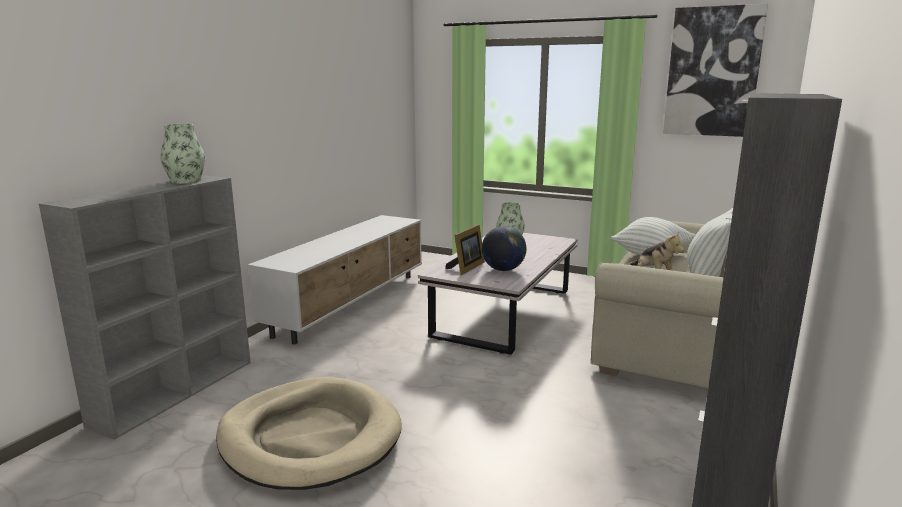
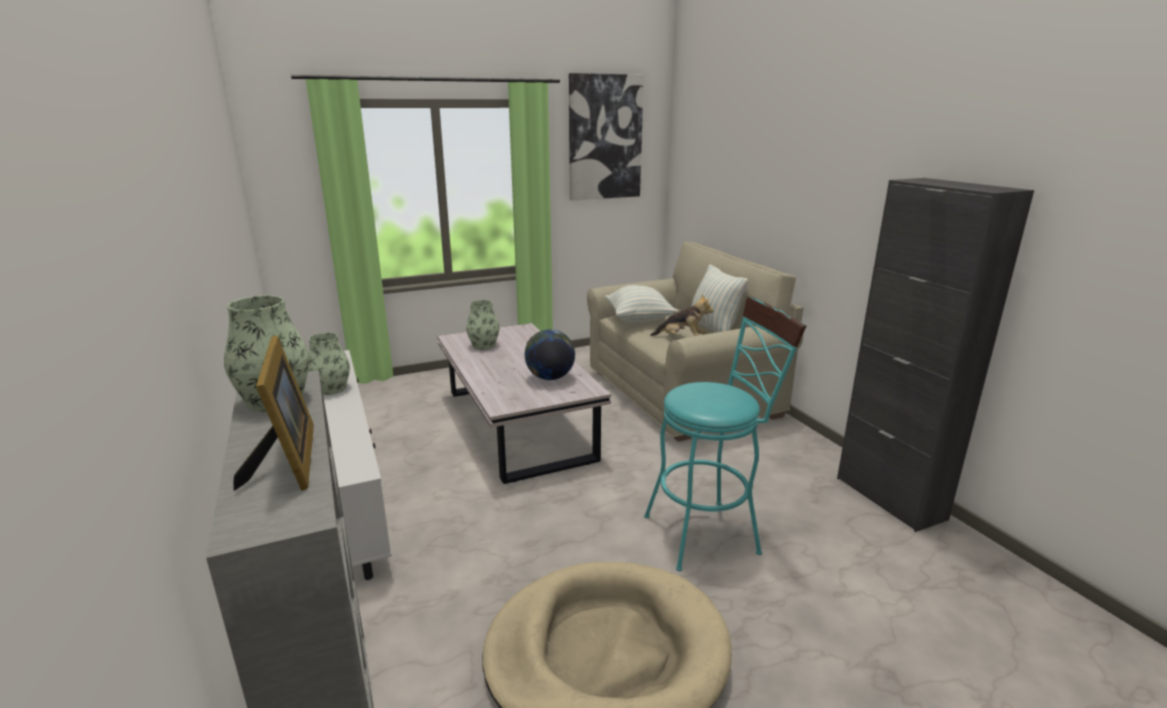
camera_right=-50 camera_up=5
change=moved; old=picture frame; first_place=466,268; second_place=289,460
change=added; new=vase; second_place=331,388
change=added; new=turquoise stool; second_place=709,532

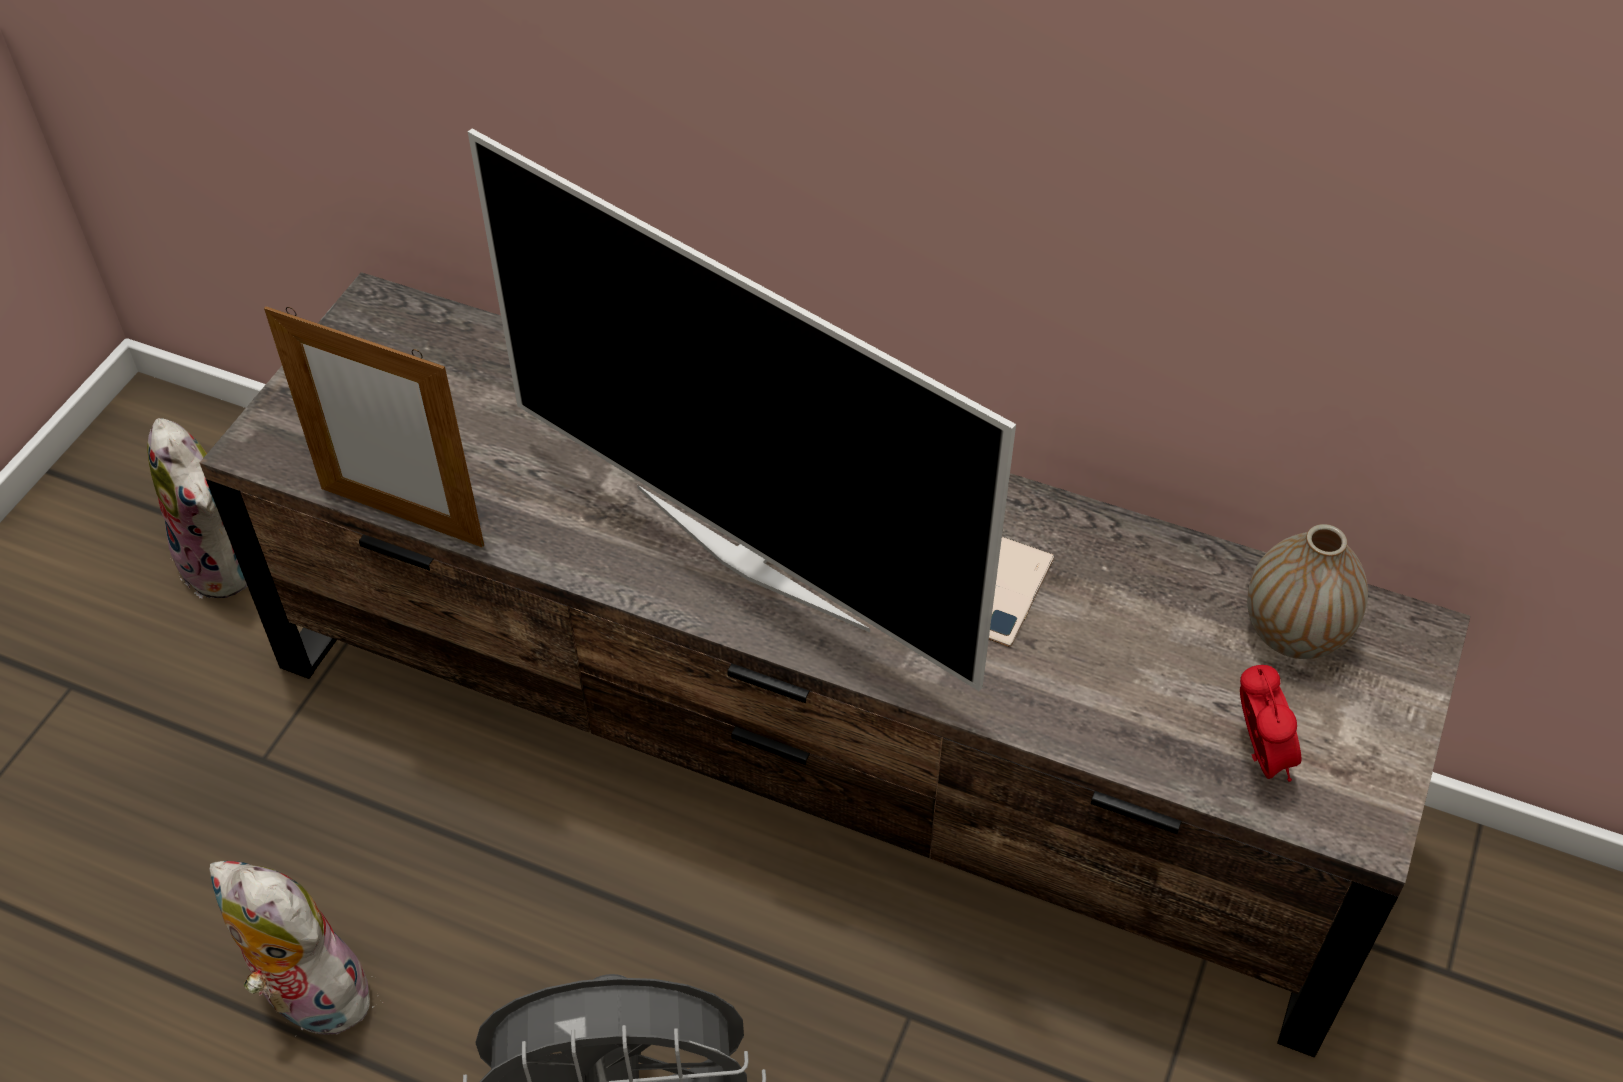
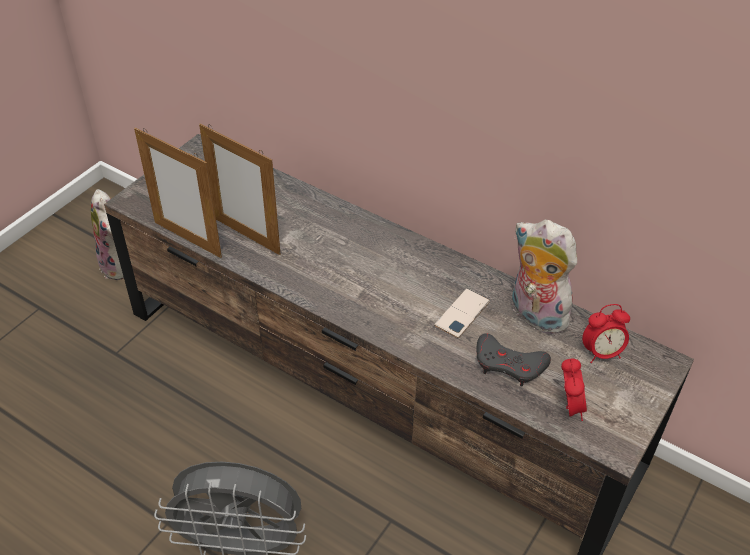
camera_right=10 camera_up=-5
change=added; new=picture frame; second_place=246,235
change=added; new=grey game controller; second_place=509,364
change=moved; old=plush toy; first_place=307,995; second_place=534,315
change=replaced; old=vase; new=alarm clock; first_place=1294,633; second_place=601,353
change=removed; old=television; first_place=753,554

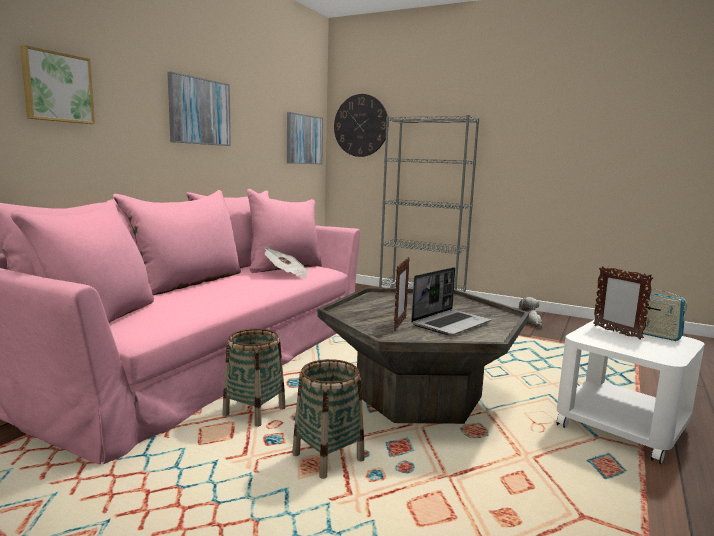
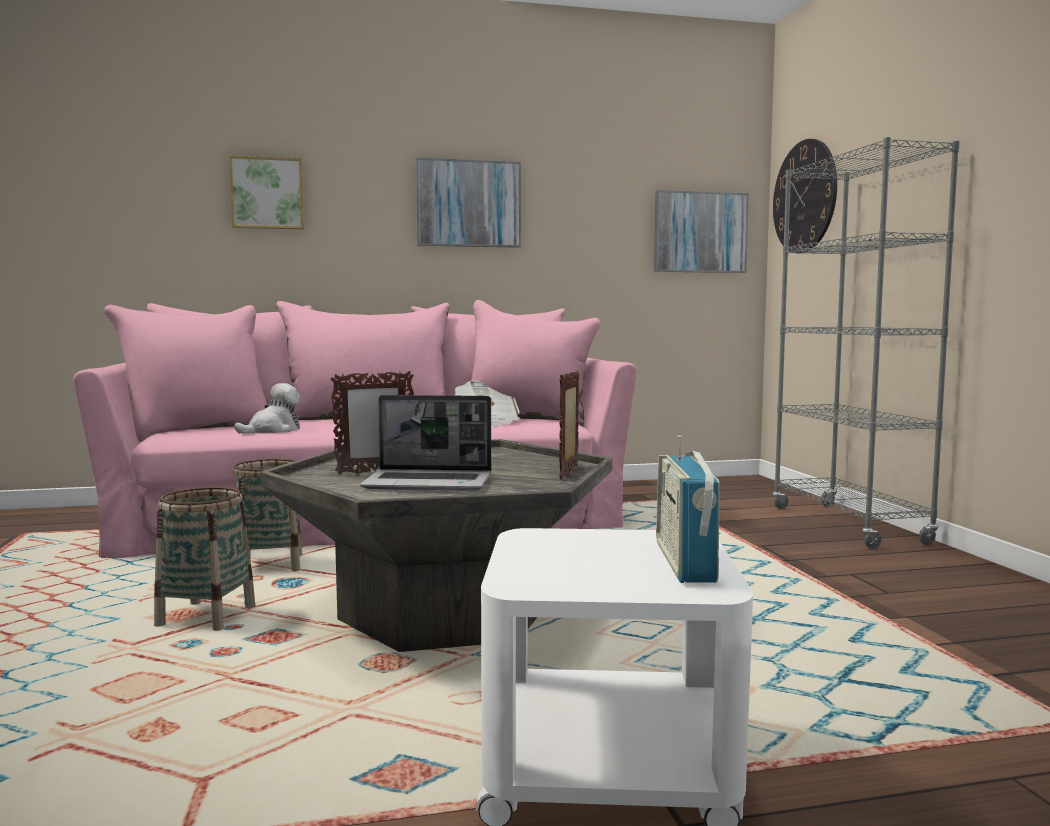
camera_right=50 camera_up=-5
change=moved; old=plush toy; first_place=530,322; second_place=273,430
change=moved; old=picture frame; first_place=616,332; second_place=569,472

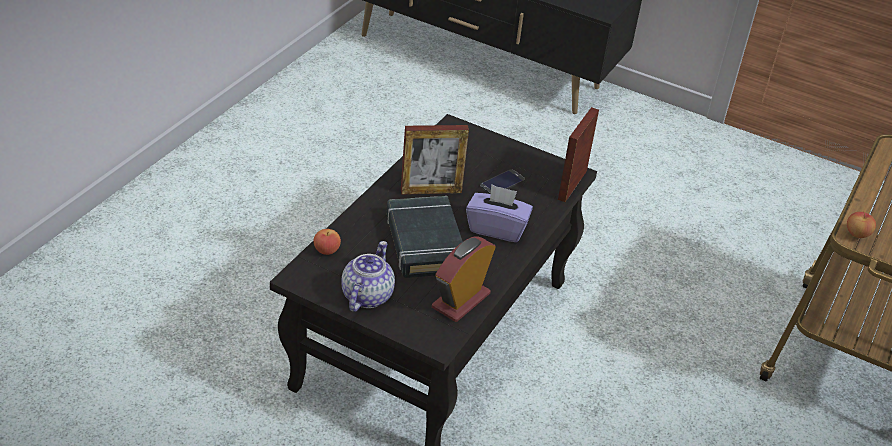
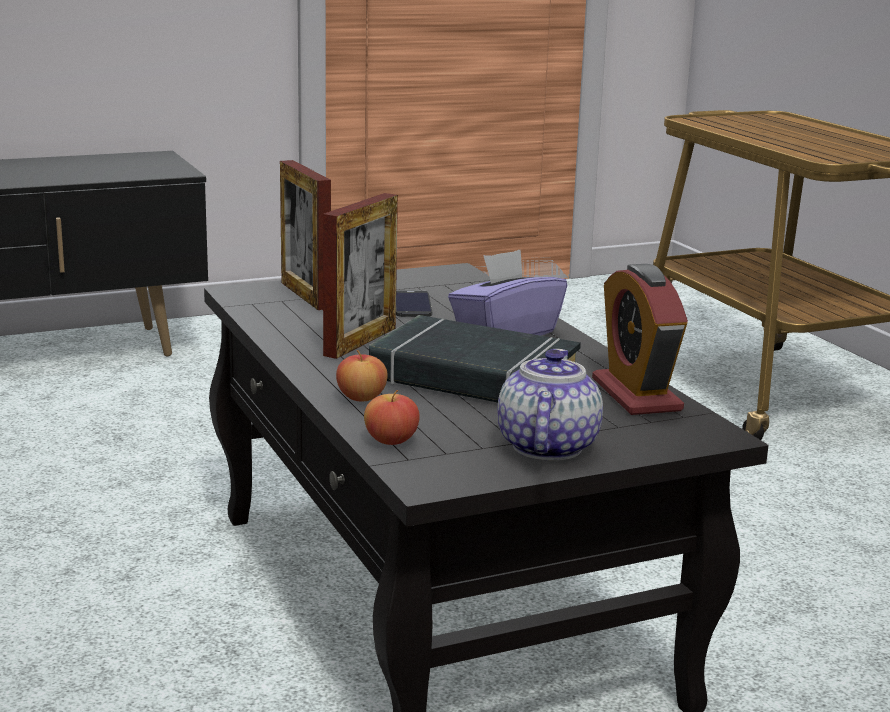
camera_right=-50 camera_up=-20
change=moved; old=picture frame; first_place=572,185; second_place=305,295
change=moved; old=apple; first_place=857,234; second_place=361,397
change=turned; old=teapot; first_place=366,295; second_place=546,446; degrees=45

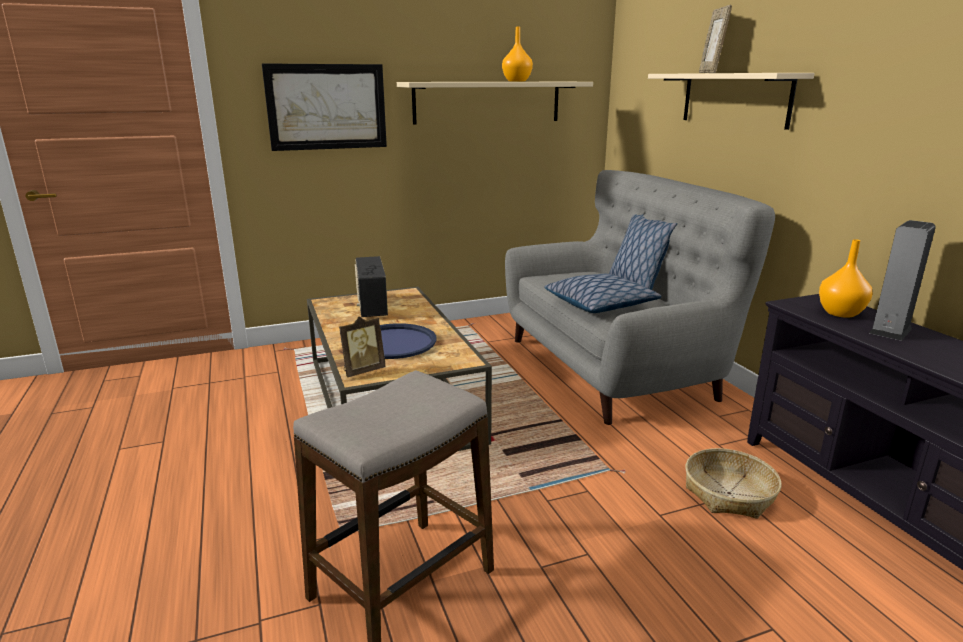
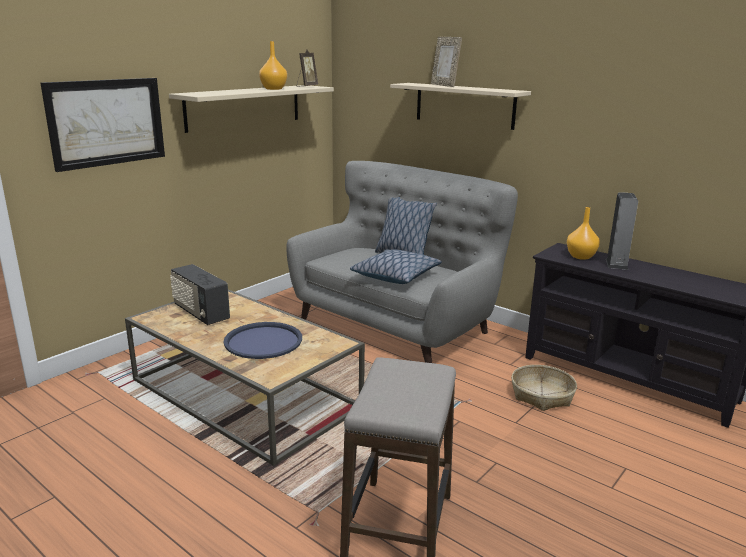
camera_right=-30 camera_up=0
change=moved; old=picture frame; first_place=362,371; second_place=306,86

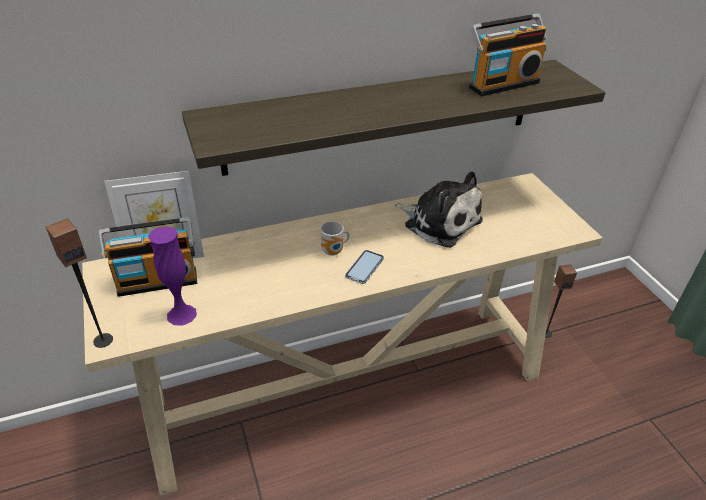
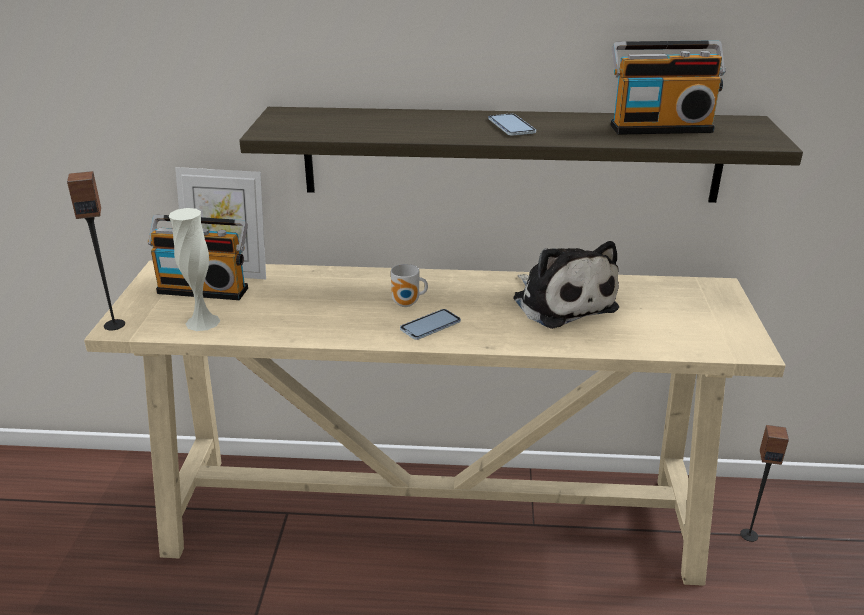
camera_right=25 camera_up=-10
change=recoloured; old=purple vase; new=white vase; first_place=181,314; second_place=202,322
change=added; new=phone; second_place=511,126

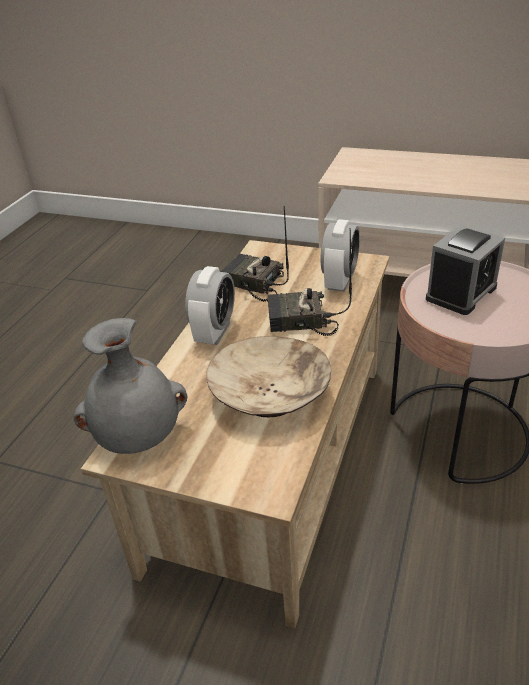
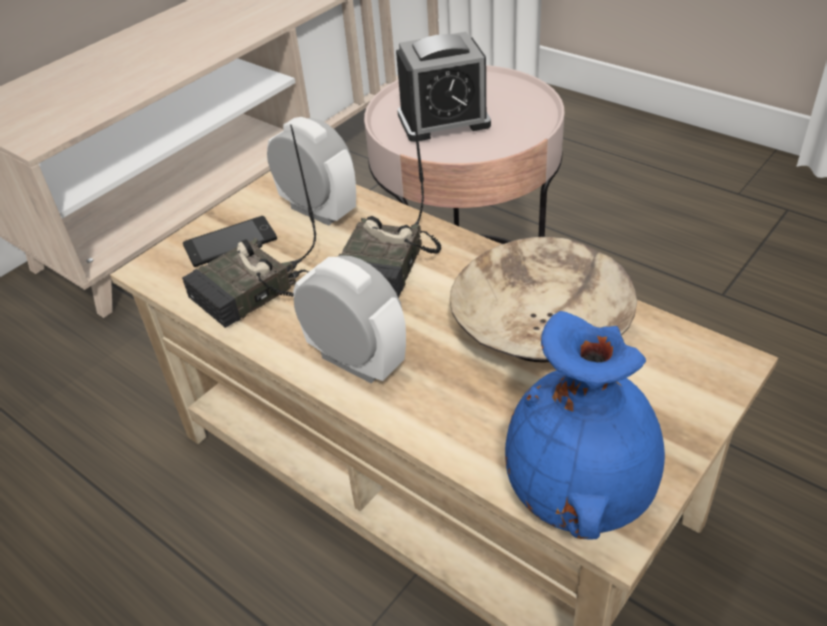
camera_right=-70 camera_up=5
change=added; new=phone; second_place=230,242
change=turned; old=alarm clock; first_place=461,293; second_place=443,120; degrees=105
change=recoloured; old=grey vase; new=blue vase; first_place=139,438; second_place=581,493

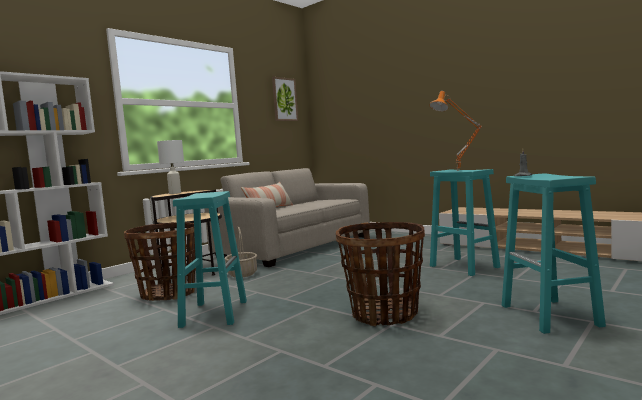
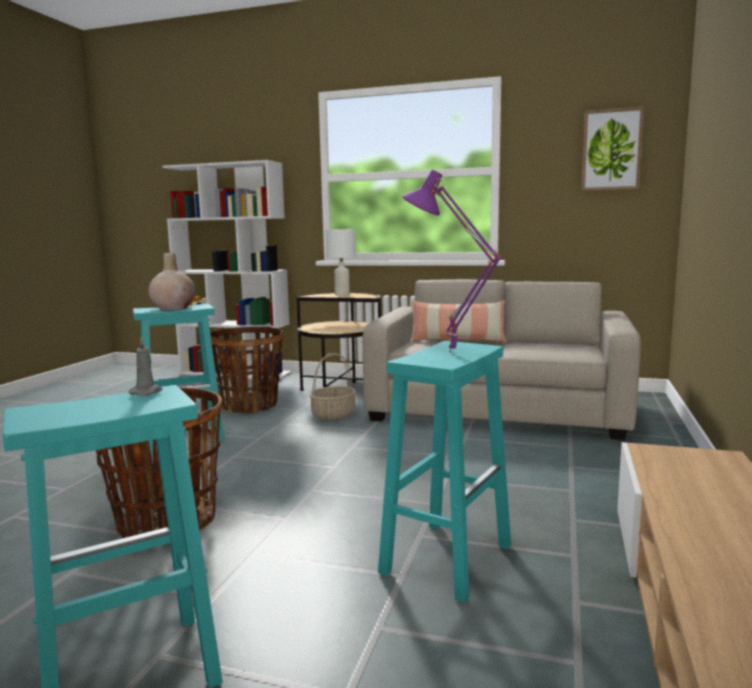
camera_right=65 camera_up=5
change=added; new=beige vase; second_place=173,308
change=recoloured; old=orange table lamp; new=purple table lamp; first_place=459,170; second_place=449,353

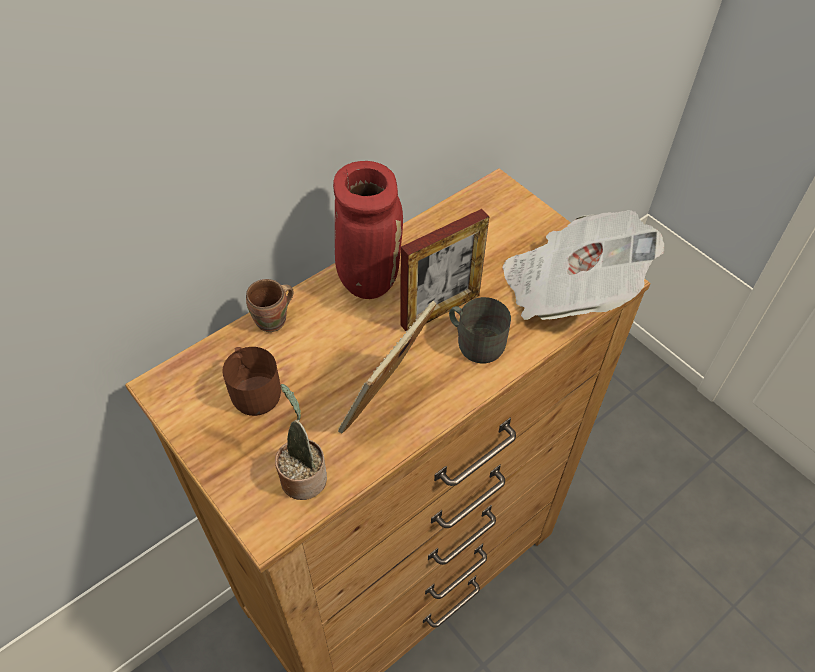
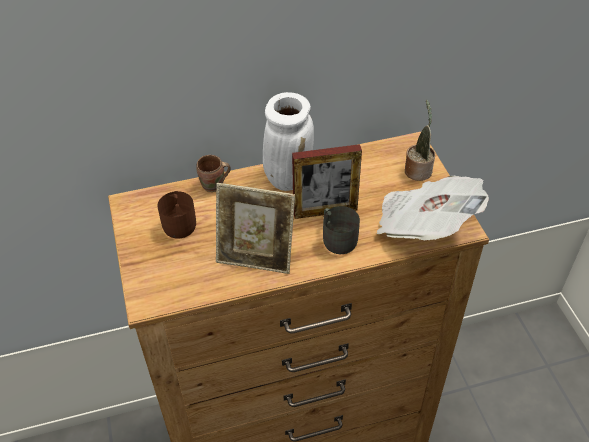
camera_right=25 camera_up=-5
change=turned; old=picture frame; first_place=386,404; second_place=256,257; degrees=-135
change=recoloured; old=red vase; new=white vase; first_place=367,279; second_place=288,177
change=moved; old=potted plant; first_place=303,475; second_place=418,169

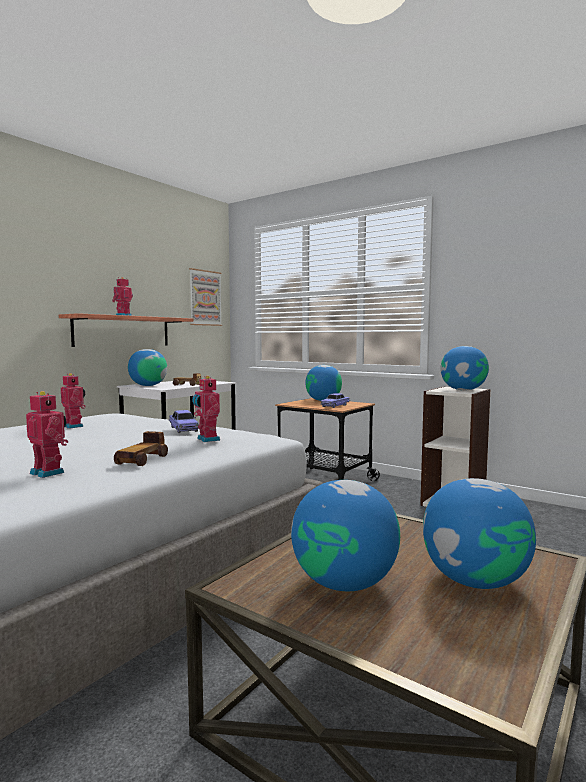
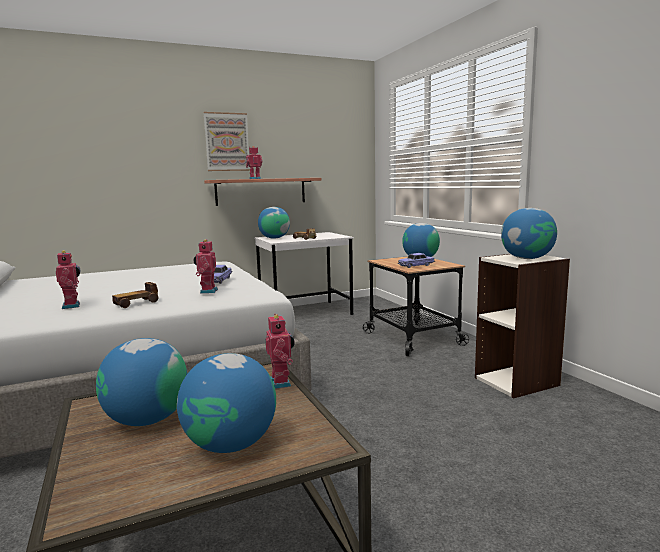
camera_right=30 camera_up=5
change=moved; old=picture; first_place=205,298; second_place=227,142
change=moved; old=toy robot; first_place=74,426; second_place=281,383

